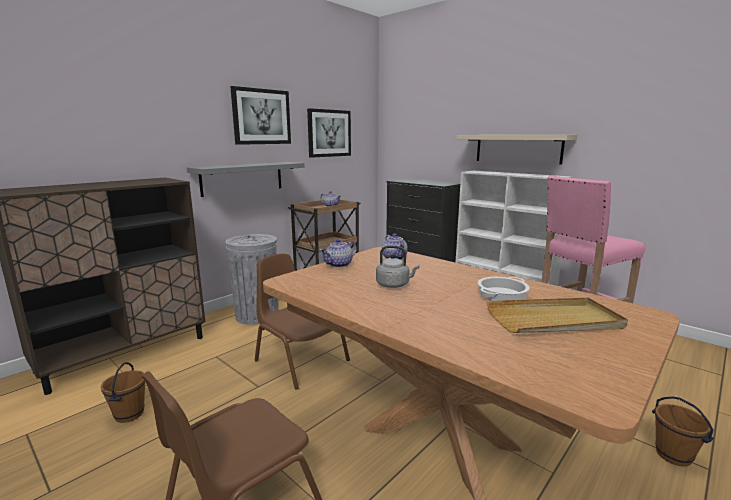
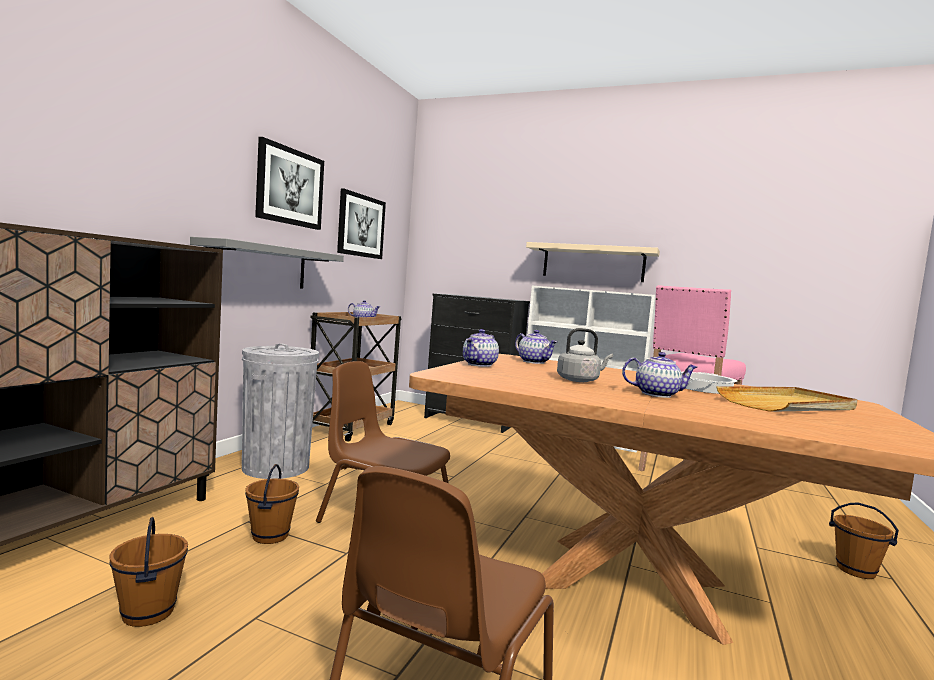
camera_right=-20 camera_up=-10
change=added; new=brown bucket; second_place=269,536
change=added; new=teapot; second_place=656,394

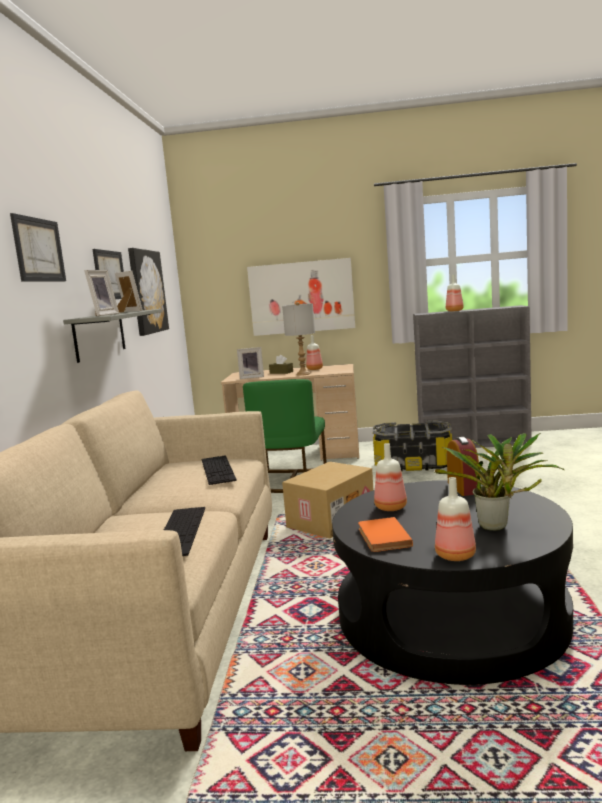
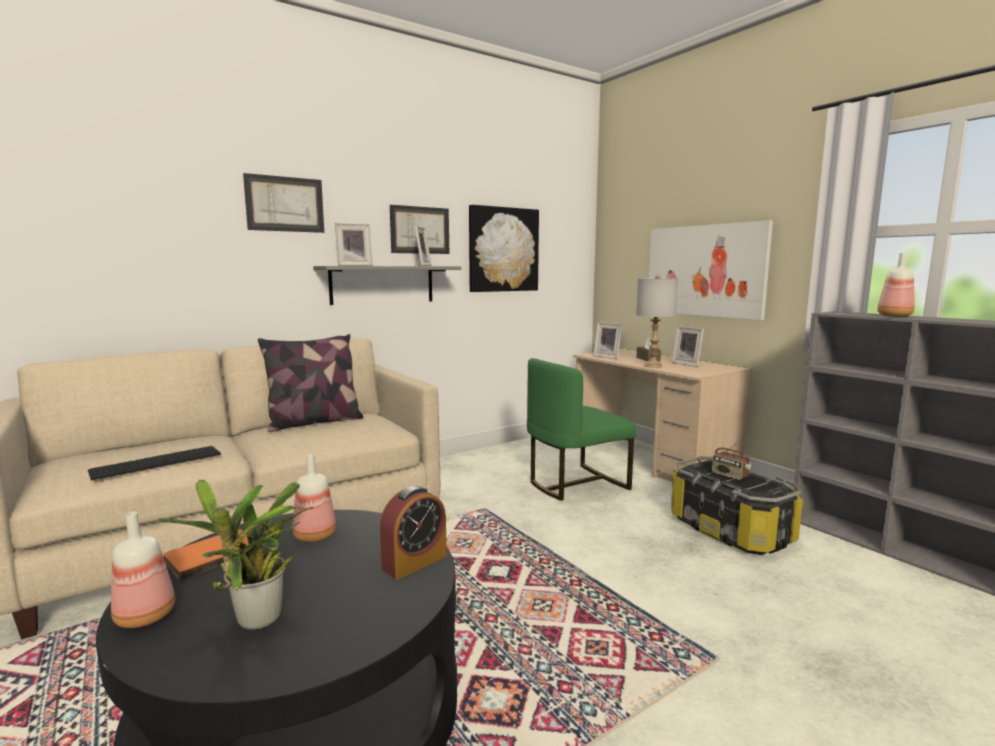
camera_right=50 camera_up=0
change=added; new=pillow; second_place=314,422
change=replaced; old=bottle; new=picture frame; first_place=315,369; second_place=688,364
change=added; new=radio; second_place=729,475
change=removed; old=keyboard; first_place=218,470
change=removed; old=cardboard box; first_place=330,520

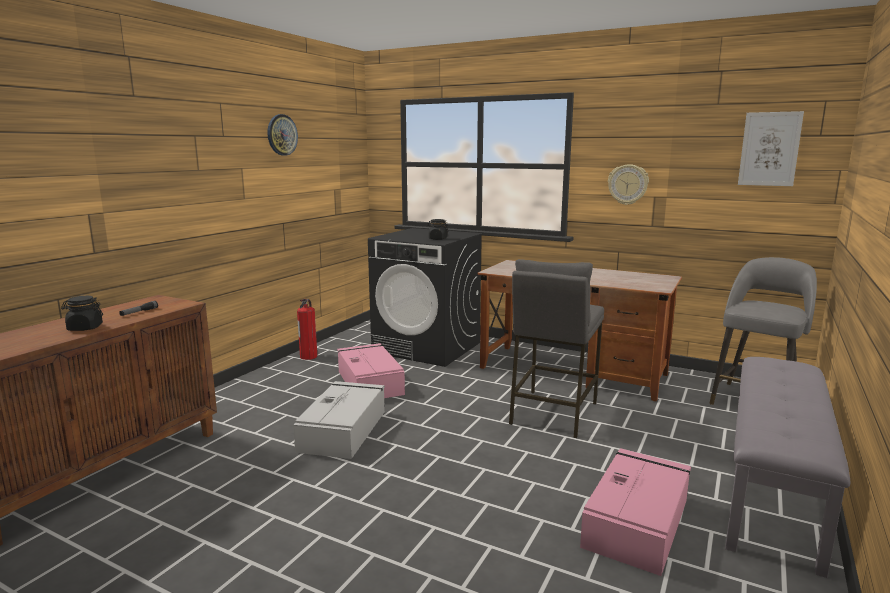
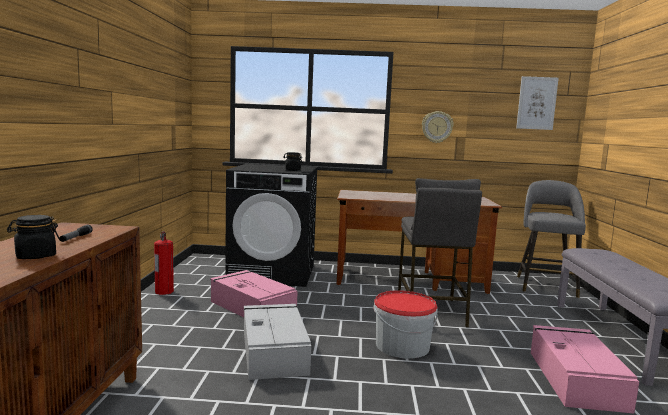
camera_right=-25 camera_up=-5
change=added; new=bucket; second_place=402,345
change=removed; old=wall clock; first_place=281,135

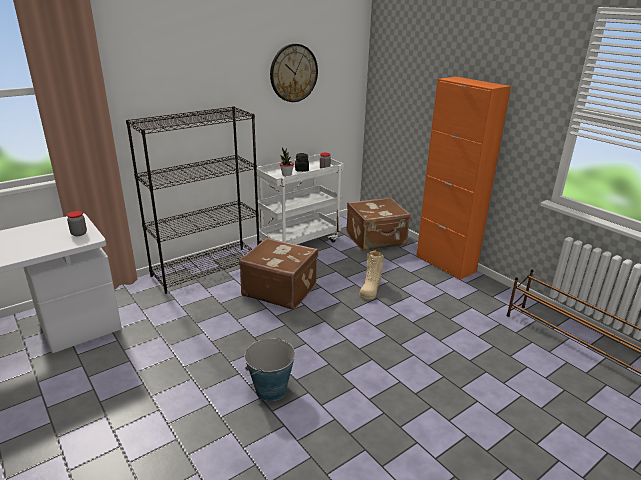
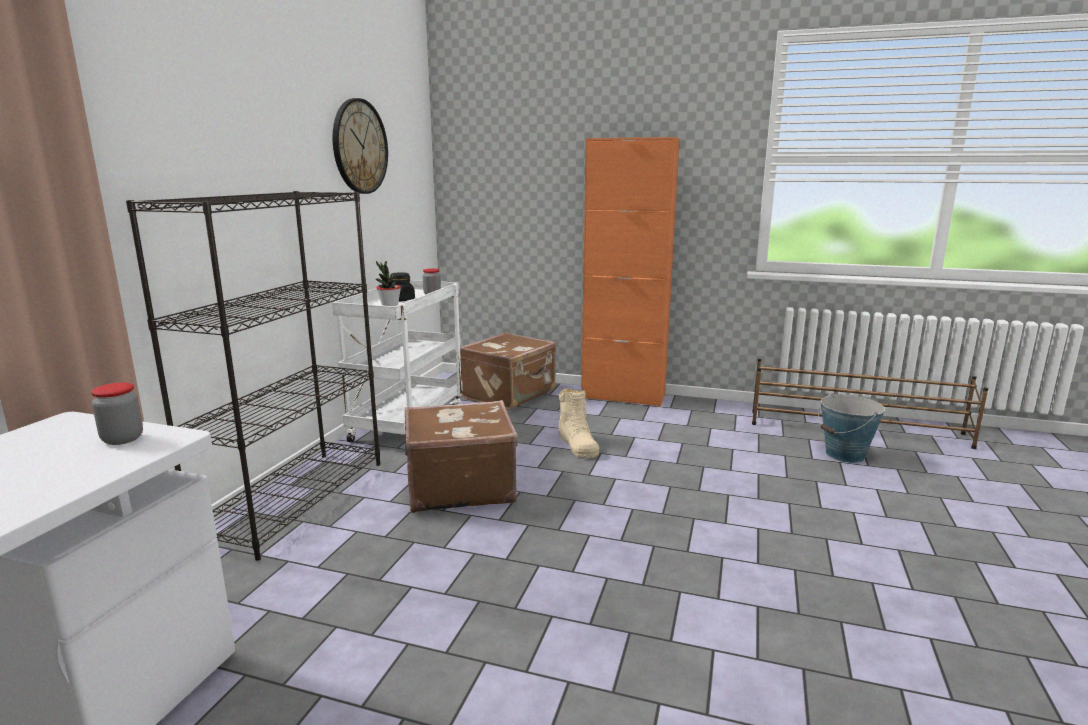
camera_right=-35 camera_up=-10
change=moved; old=bucket; first_place=271,390; second_place=845,455

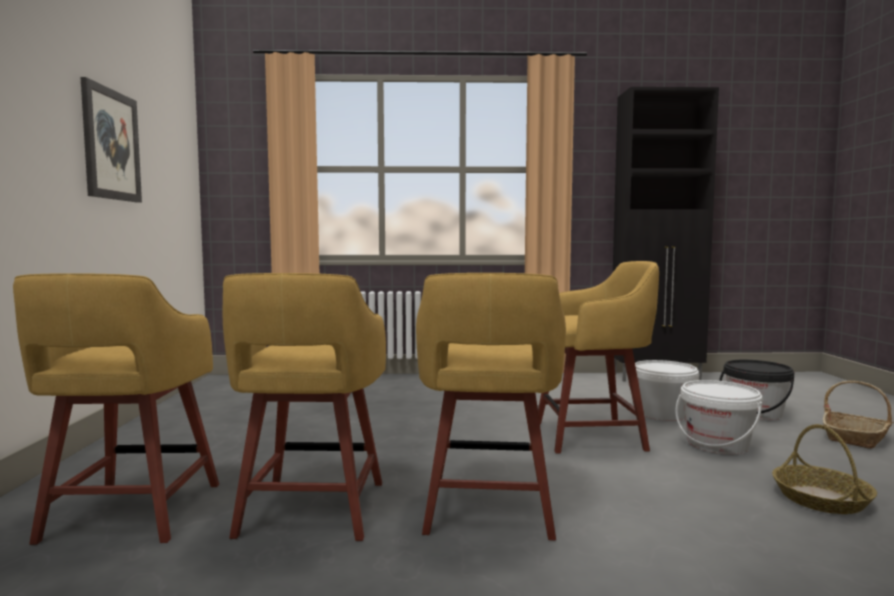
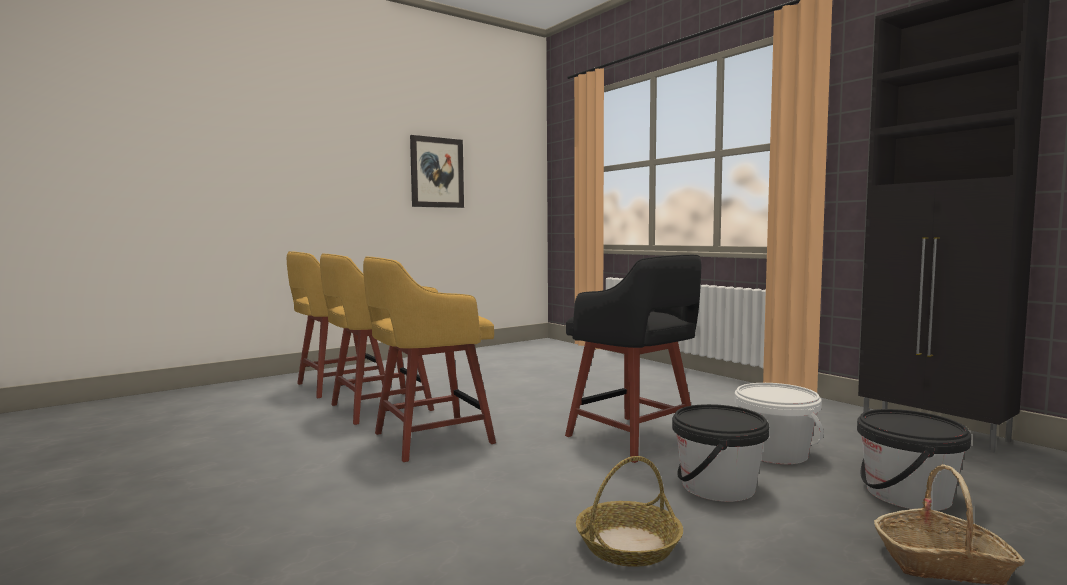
camera_right=55 camera_up=0
change=recoloured; old=yellow stool; new=black stool; first_place=593,436; second_place=633,439
change=recoloured; old=white bucket; new=black bucket; first_place=717,444; second_place=717,486

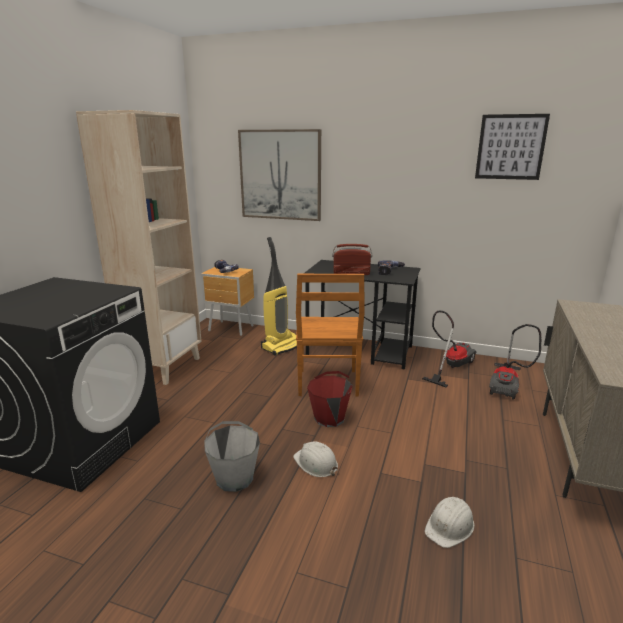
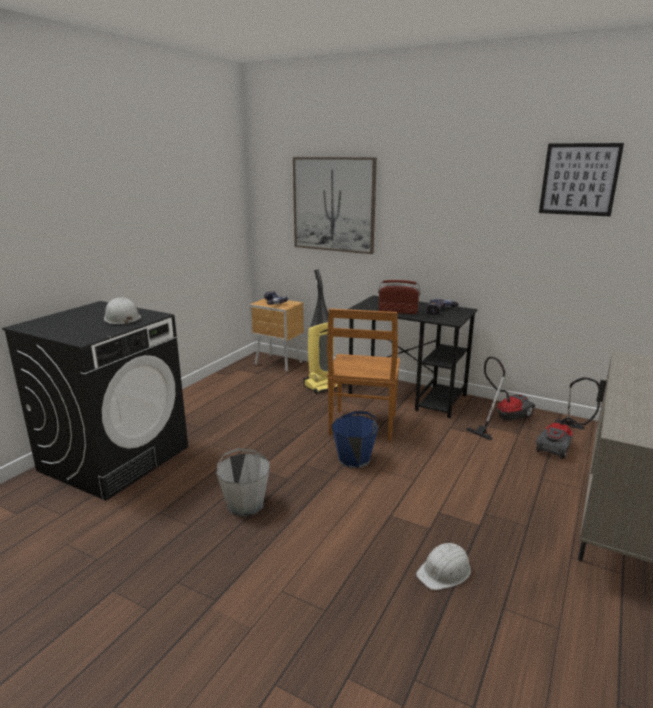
camera_right=10 camera_up=0
change=moved; old=white hard hat; first_place=316,463; second_place=121,318
change=recoloured; old=red bucket; new=blue bucket; first_place=329,418; second_place=354,459
change=removed; old=beige bookcase; first_place=163,367

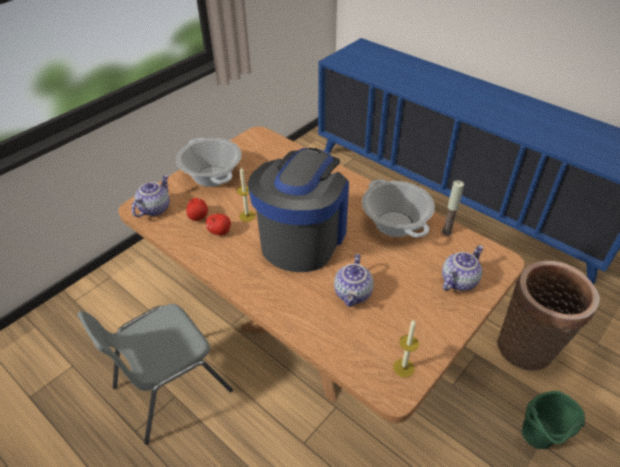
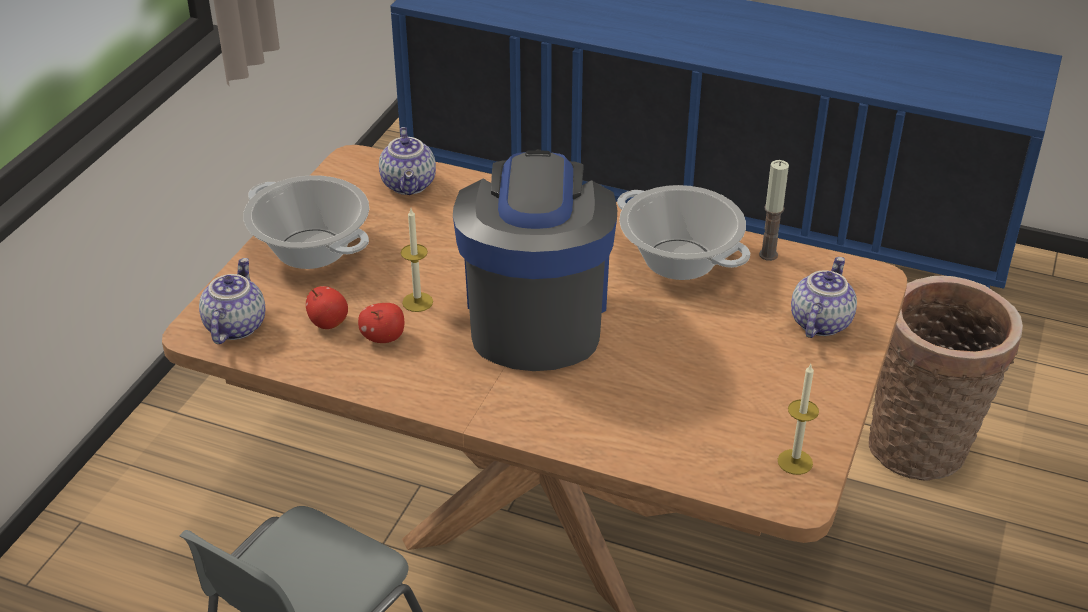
camera_right=-20 camera_up=-5
change=moved; old=teapot; first_place=353,294; second_place=410,185
change=removed; old=green bucket; first_place=538,441

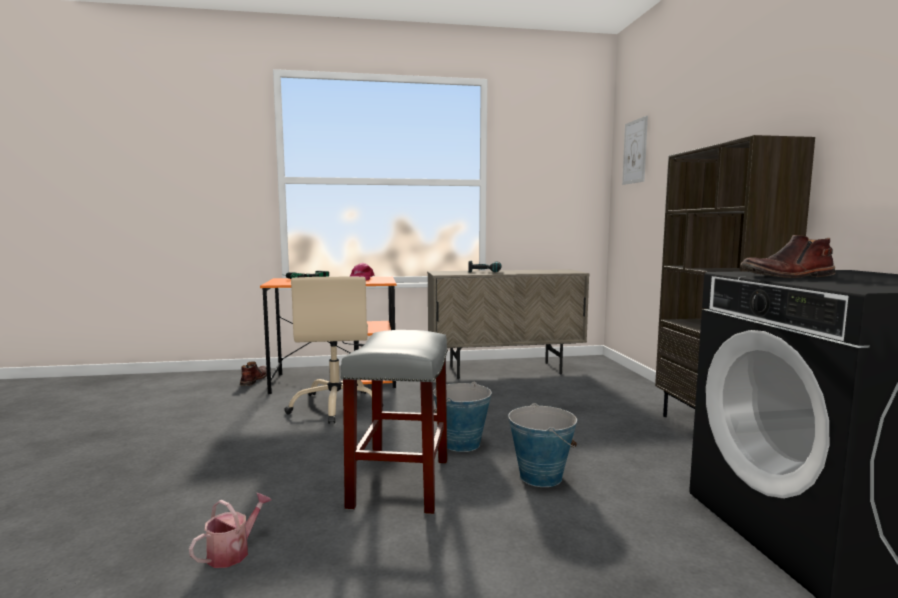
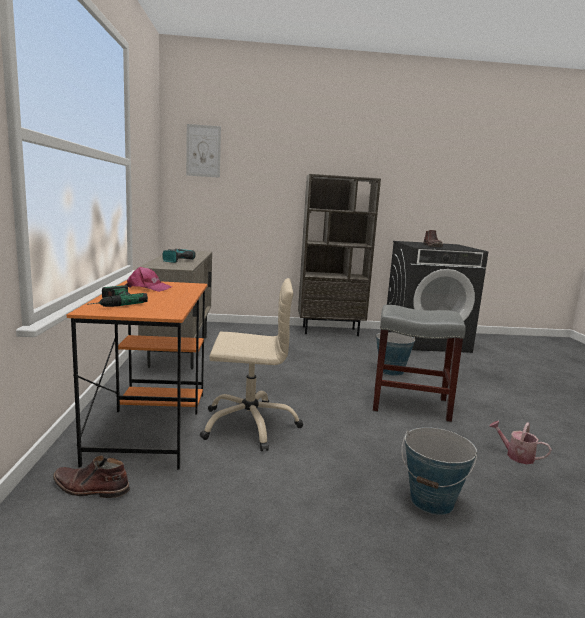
camera_right=-85 camera_up=5
change=moved; old=bucket; first_place=461,444; second_place=432,501

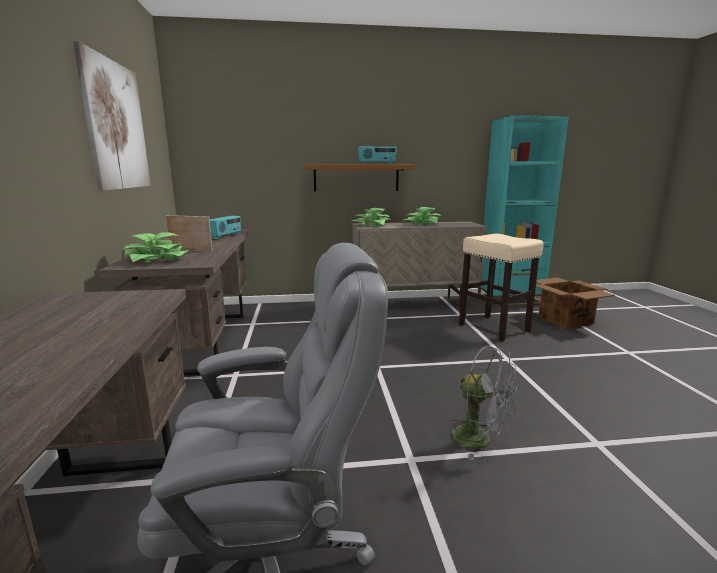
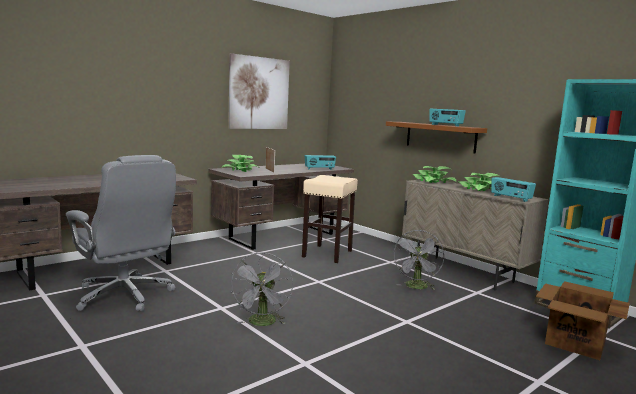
camera_right=55 camera_up=-5
change=moved; old=beige stool; first_place=494,328; second_place=327,254
change=added; new=grey fan; second_place=416,287
change=added; new=radio; second_place=510,198

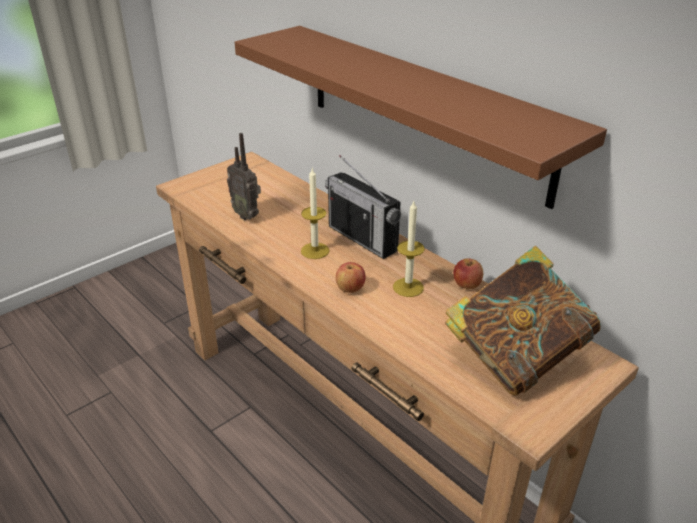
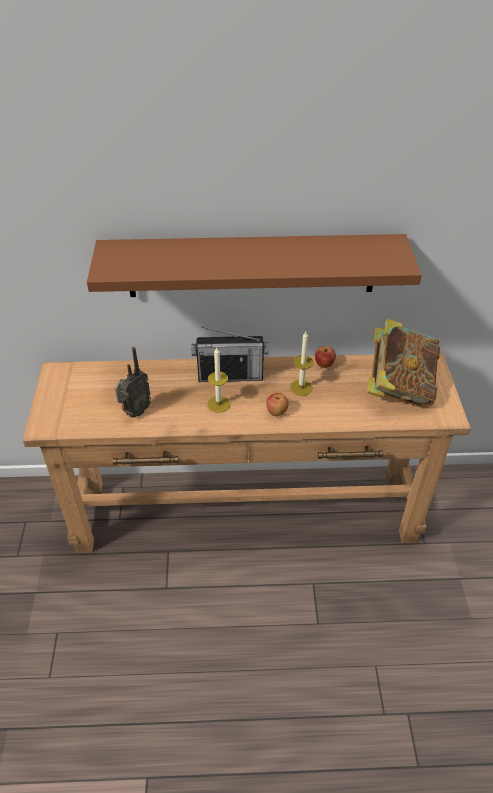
camera_right=-50 camera_up=10
change=turned; old=radio; first_place=247,215; second_place=135,412; degrees=-45

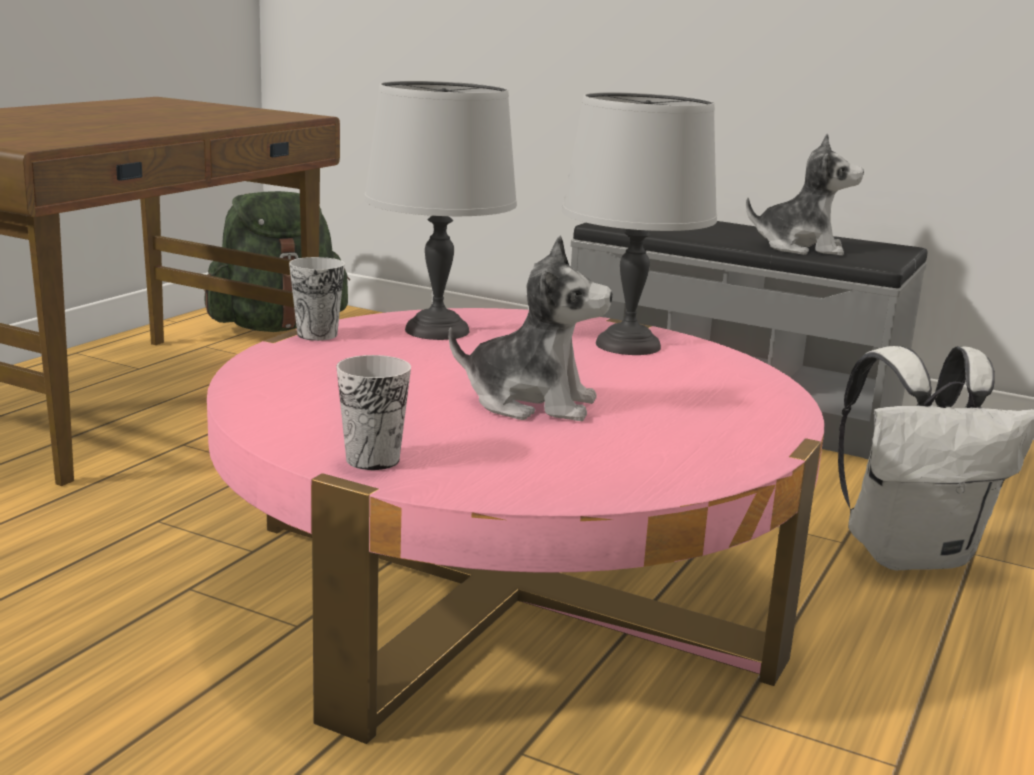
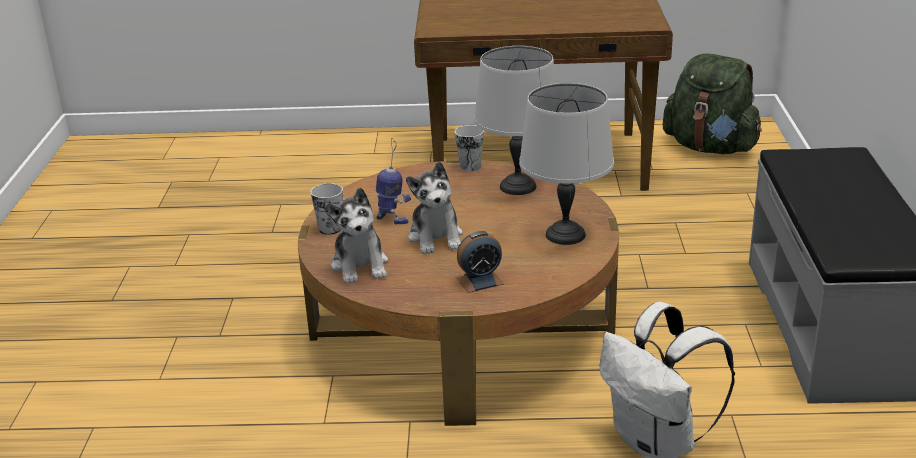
camera_right=65 camera_up=10
change=recoloured; old=pink coffee table; new=brown coffee table; first_place=506,589; second_place=462,329
change=moved; old=plush toy; first_place=800,248; second_place=360,265
change=added; new=toy robot; second_place=392,219
change=added; new=alarm clock; second_place=480,281

